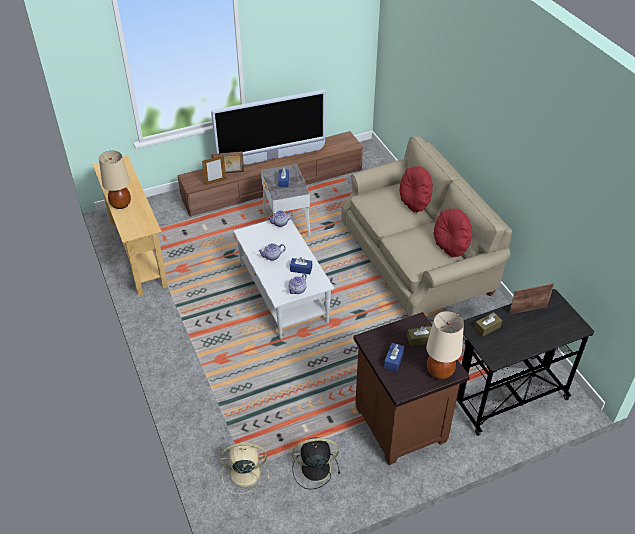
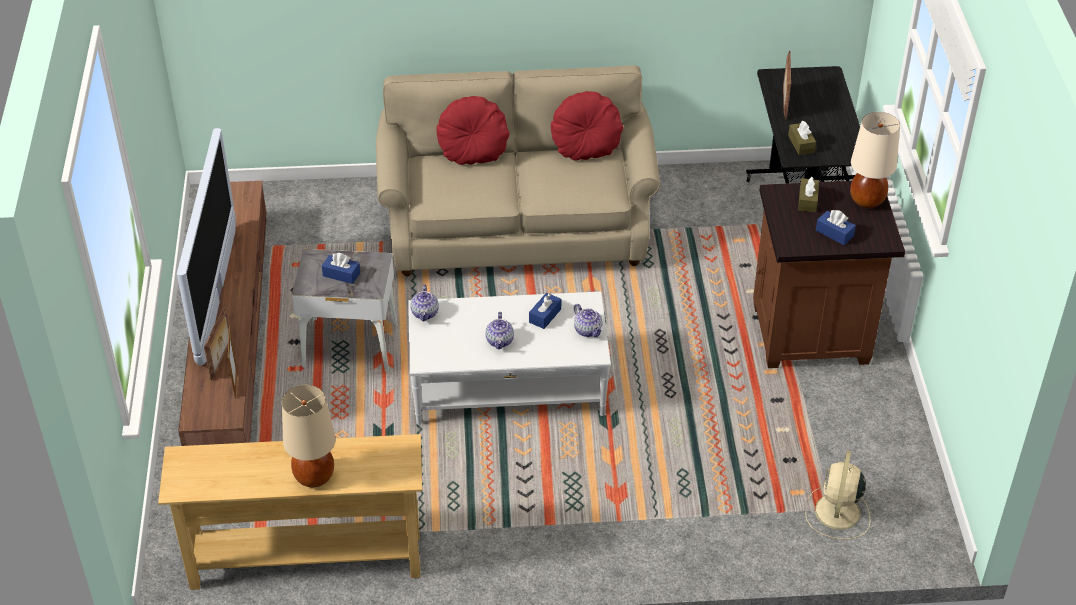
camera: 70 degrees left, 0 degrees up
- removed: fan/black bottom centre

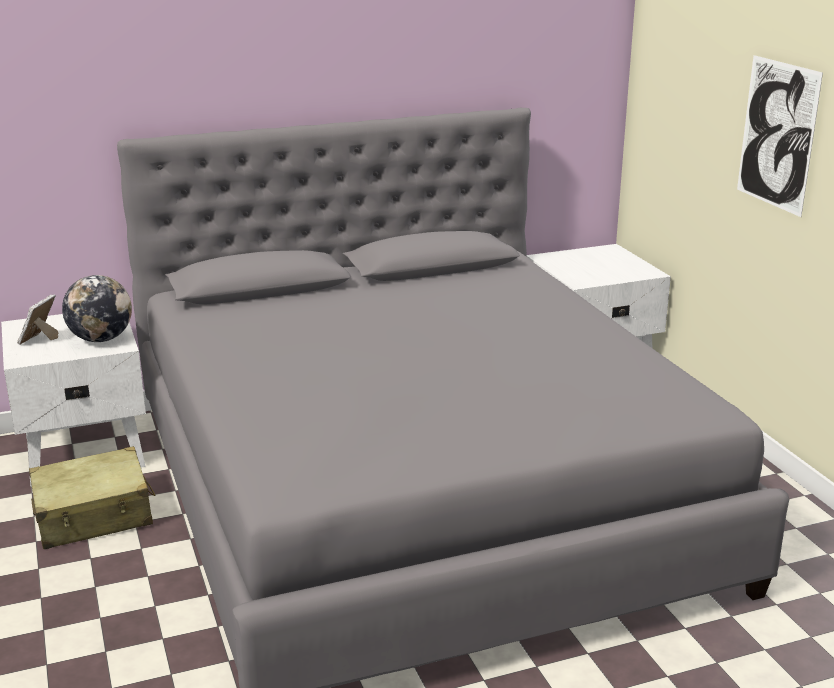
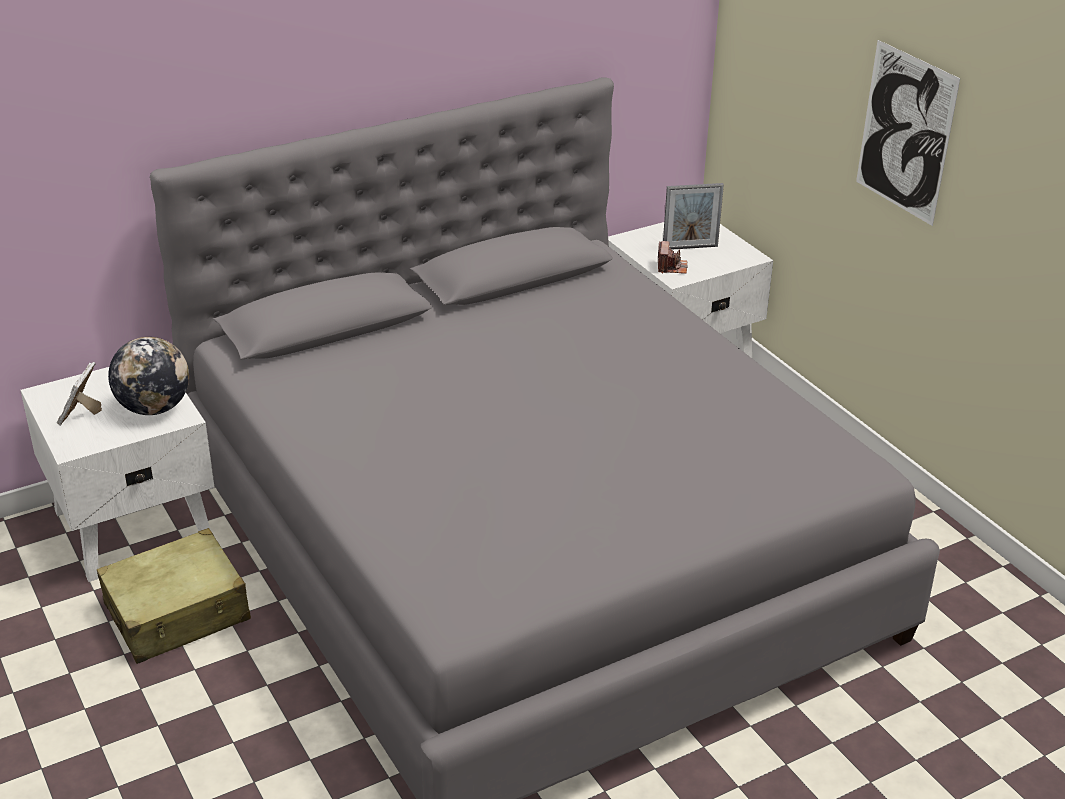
camera: 10 degrees left, 10 degrees up
- added: picture frame (2nd from left) top centre
- added: photo camera top centre

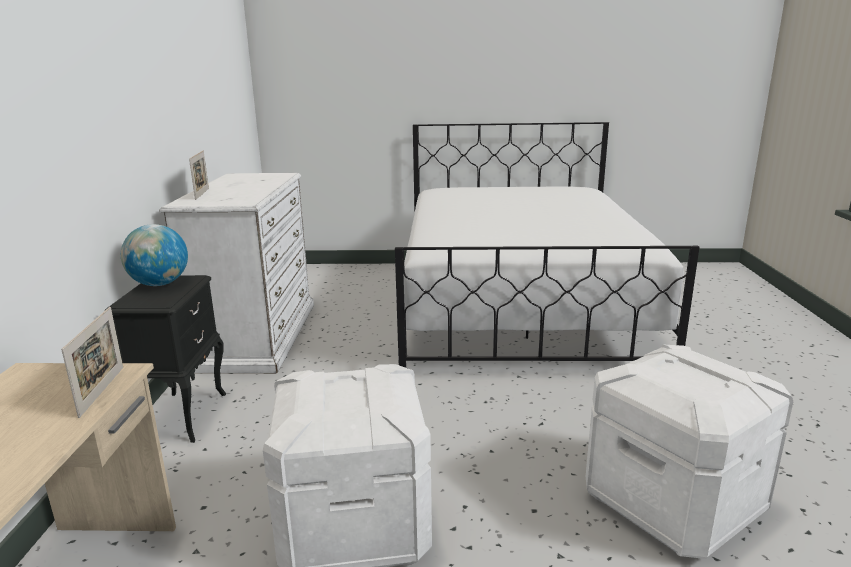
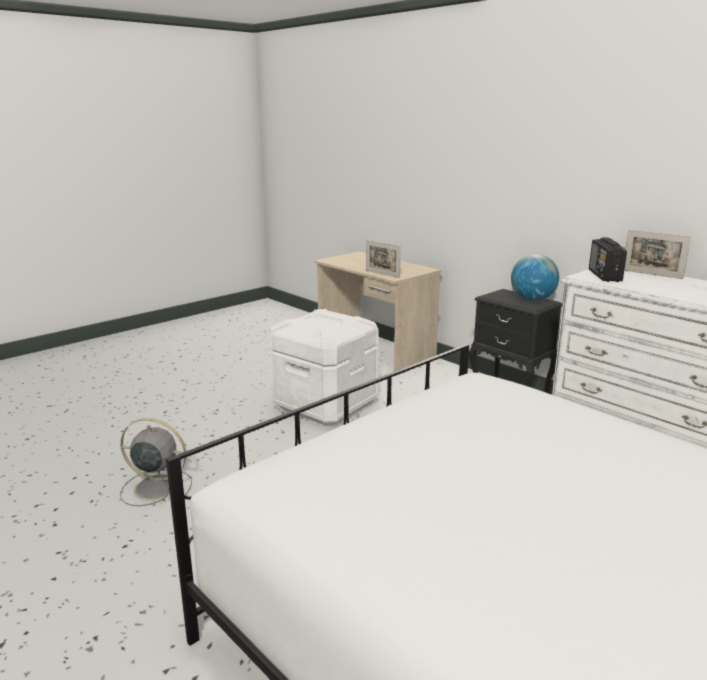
camera: 135 degrees right, 0 degrees up
- replaced: storage box/white (2nd from left) bottom right to fan/grey bottom left
- added: radio middle right

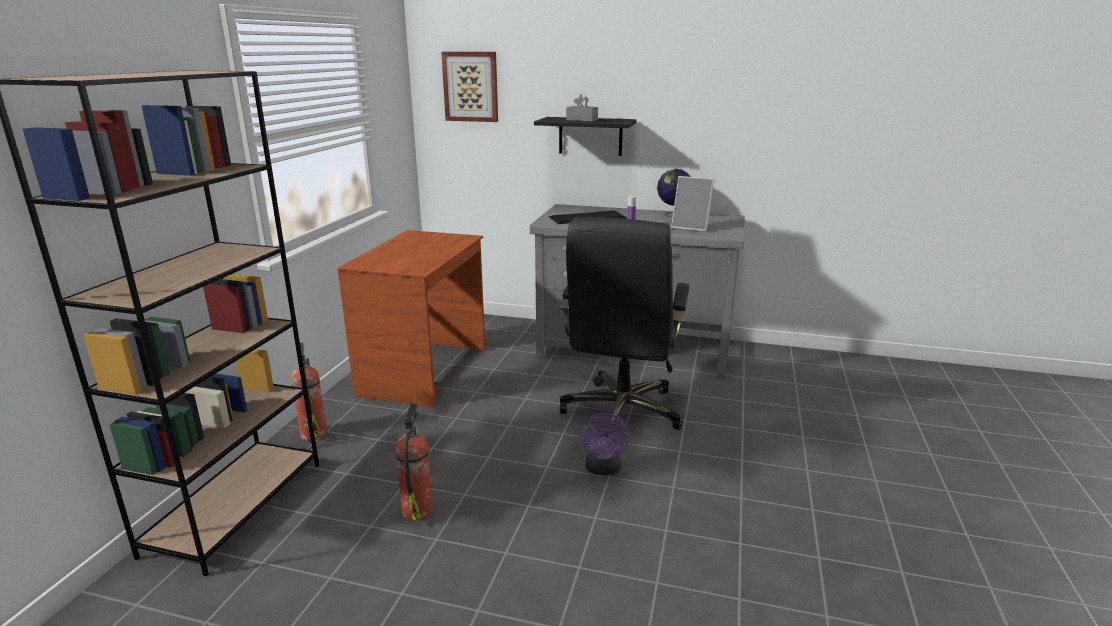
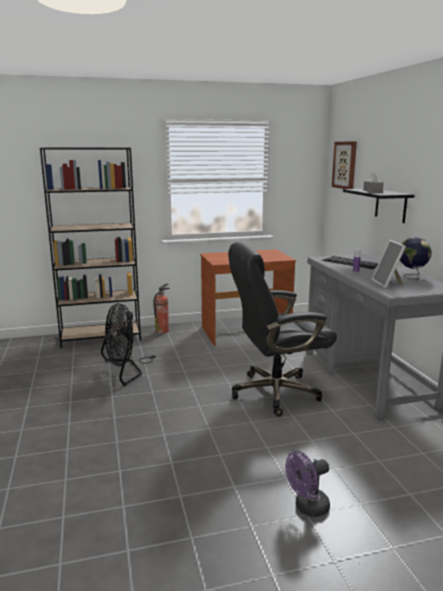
camera: 60 degrees right, 5 degrees down
- replaced: fire extinguisher (2nd from left) bottom centre to fan/black middle left
- moved: fan/purple bottom centre to bottom right

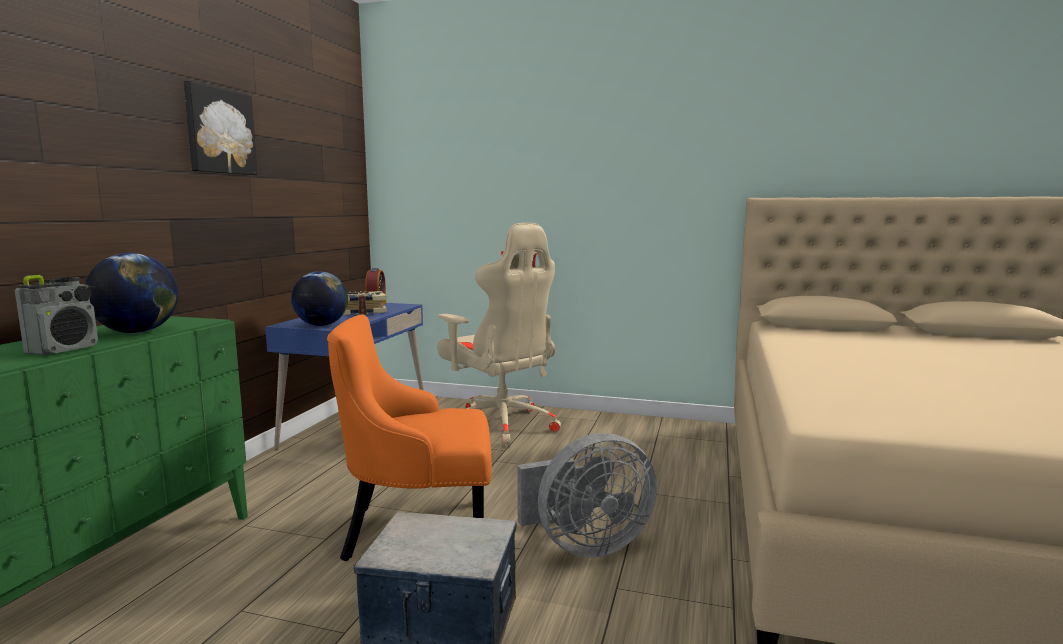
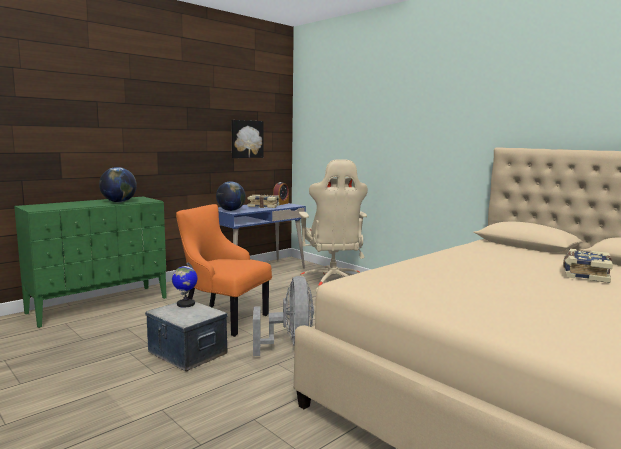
camera: 30 degrees right, 0 degrees up
- moved: picture top left to top centre
- removed: radio middle left
- turned: fan/grey bottom centre = bottom centre 105 degrees counterclockwise
- added: book (2nd from left) middle right
- added: globe (2nd from left) middle left

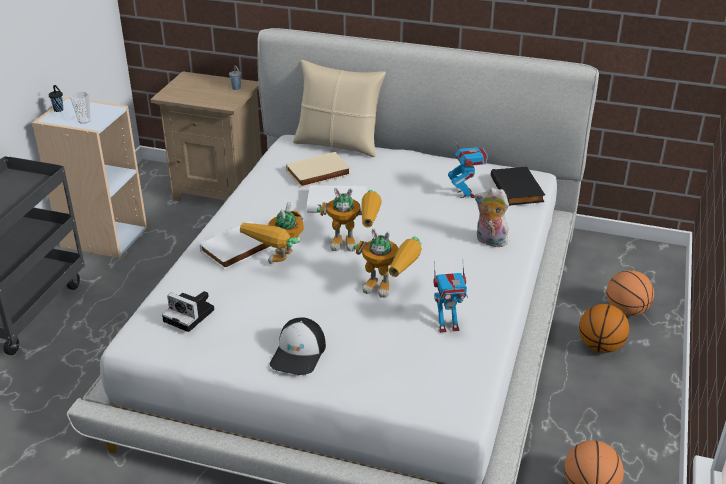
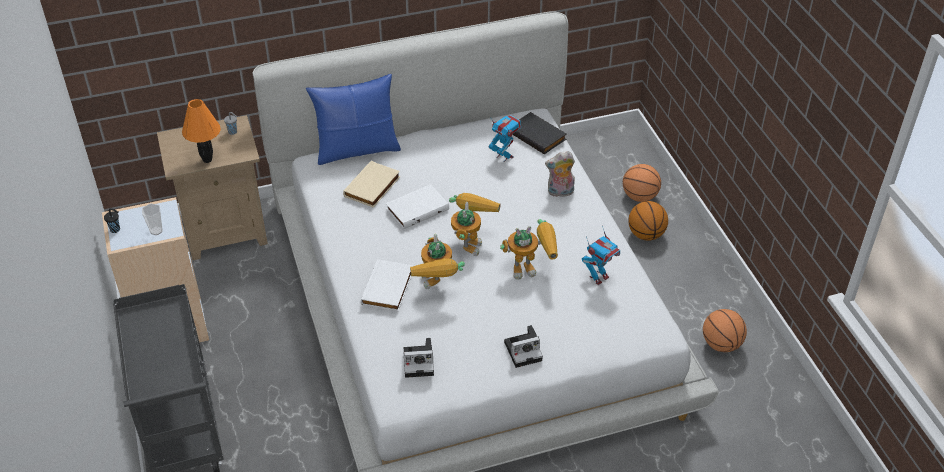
camera: 35 degrees left, 10 degrees up
- recoloured: pillow/beige top centre to pillow/blue top centre
- turned: toy robot (2nd from left) centre = centre 45 degrees counterclockwise
- replaced: cap bottom centre to photo camera (2nd from left) bottom centre
- added: table lamp/orange top left

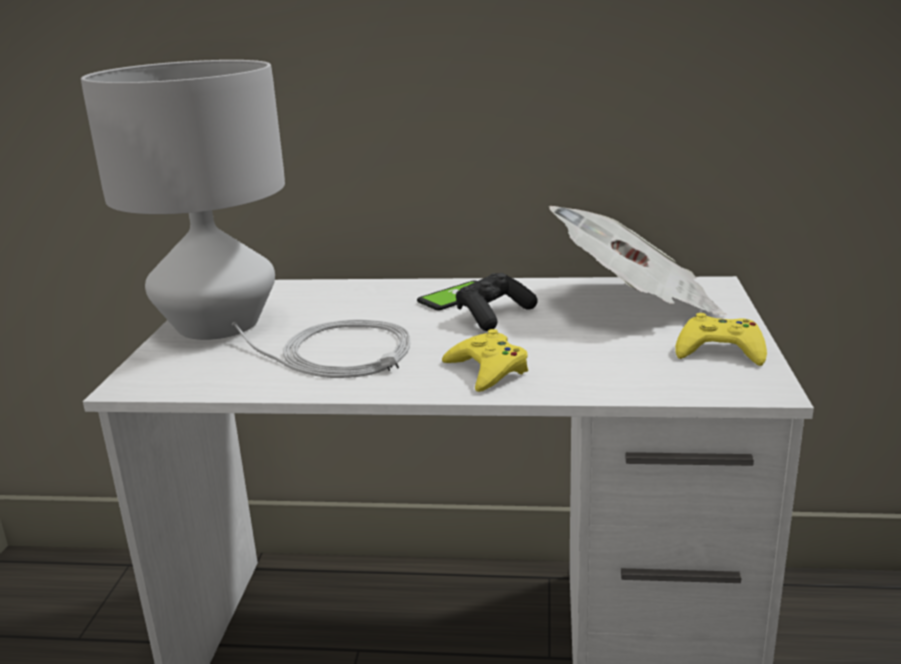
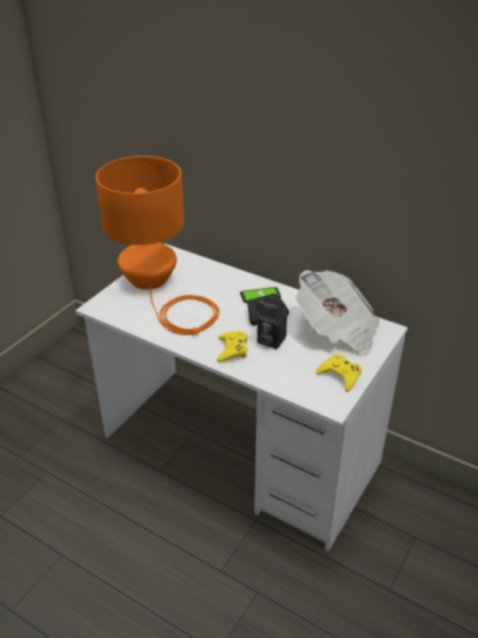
camera: 25 degrees right, 15 degrees up
- recoloured: table lamp/white top left to table lamp/orange middle left
- added: photo camera centre

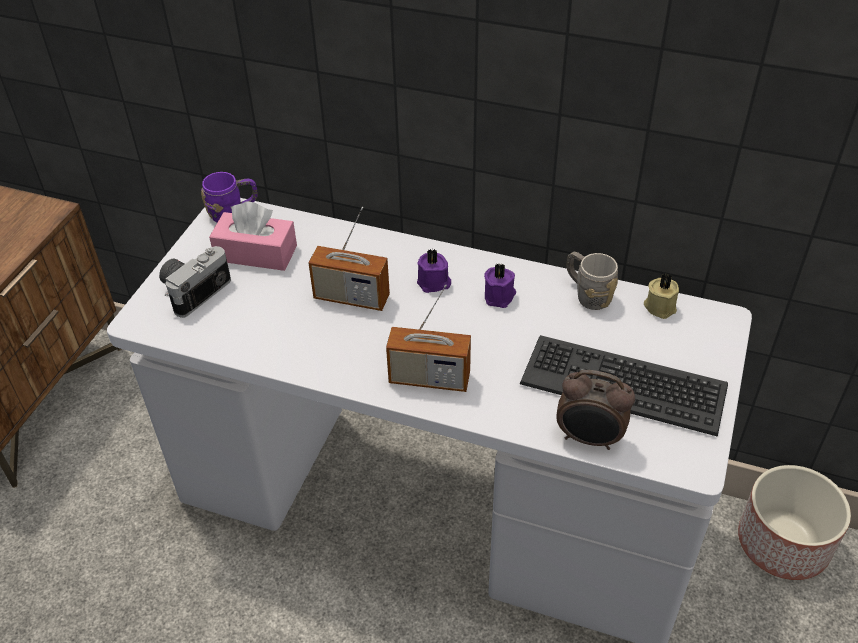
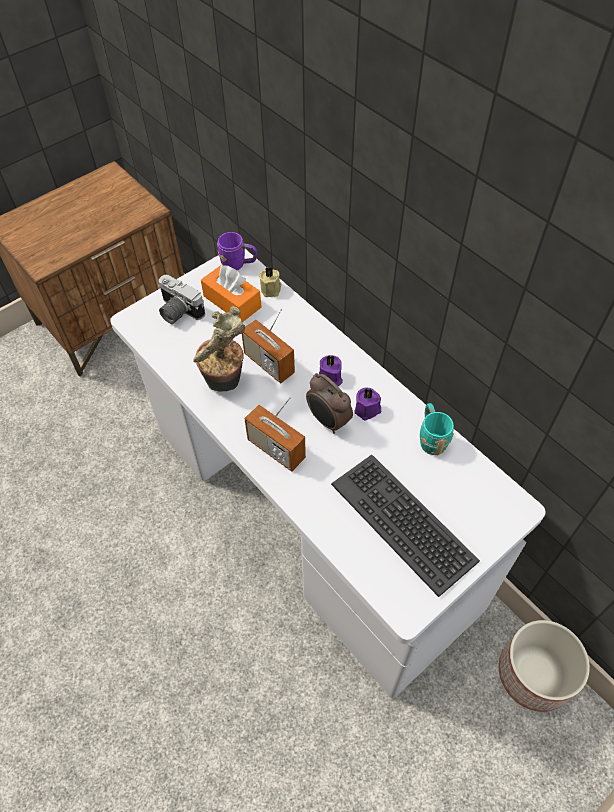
camera: 30 degrees right, 10 degrees up
- recoloured: tissue box/pink middle left to tissue box/orange centre
- turned: photo camera middle left = middle left 120 degrees counterclockwise
- recoloured: mug/grey middle right to mug/turquoise middle right
- moved: candle/beige middle right to centre
- moved: alarm clock middle right to centre
- added: potted plant centre

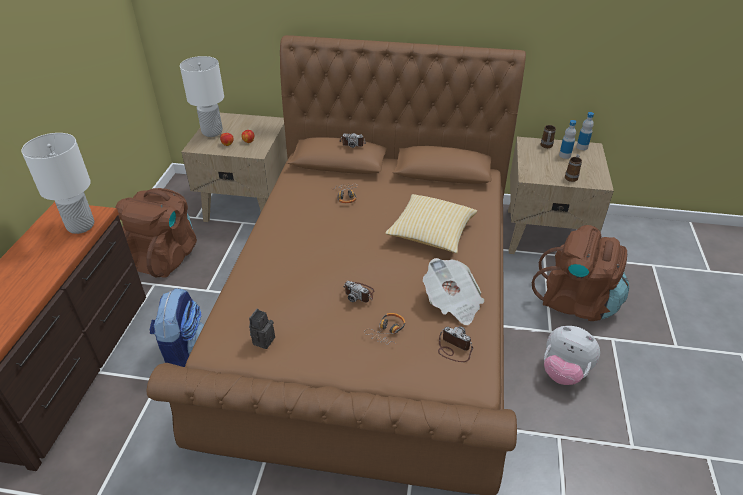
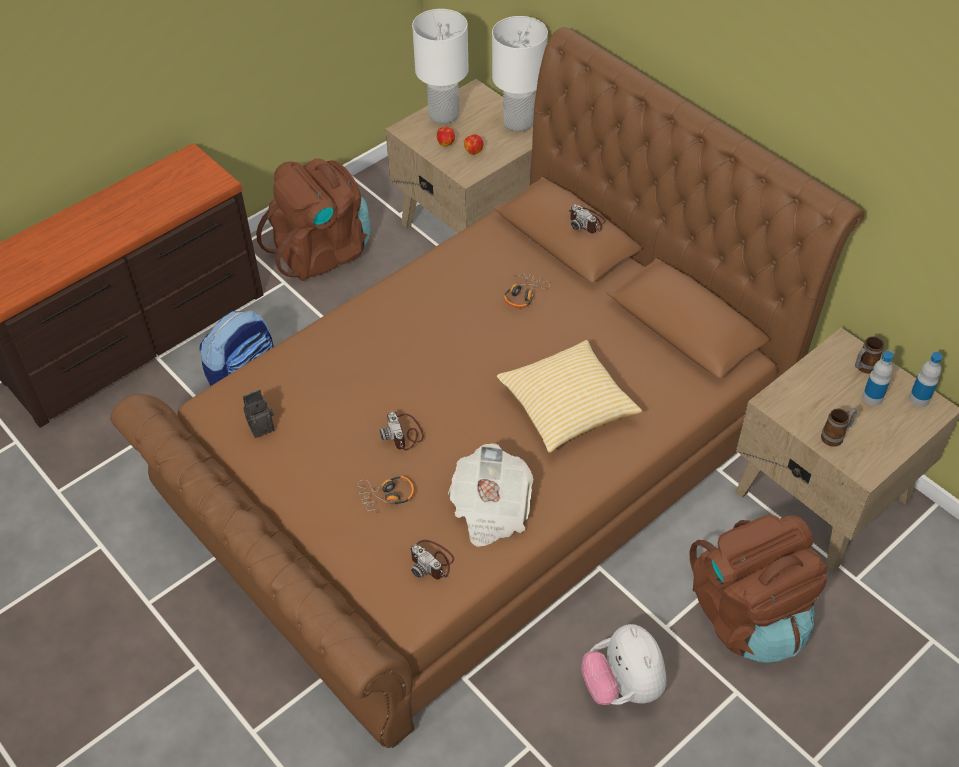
camera: 40 degrees right, 10 degrees up
- moved: table lamp/white (1st from left in the first image) middle left to table lamp/white (2nd from left) top centre
- turned: photo camera (4th from left in the first image) bottom centre = bottom centre 150 degrees clockwise

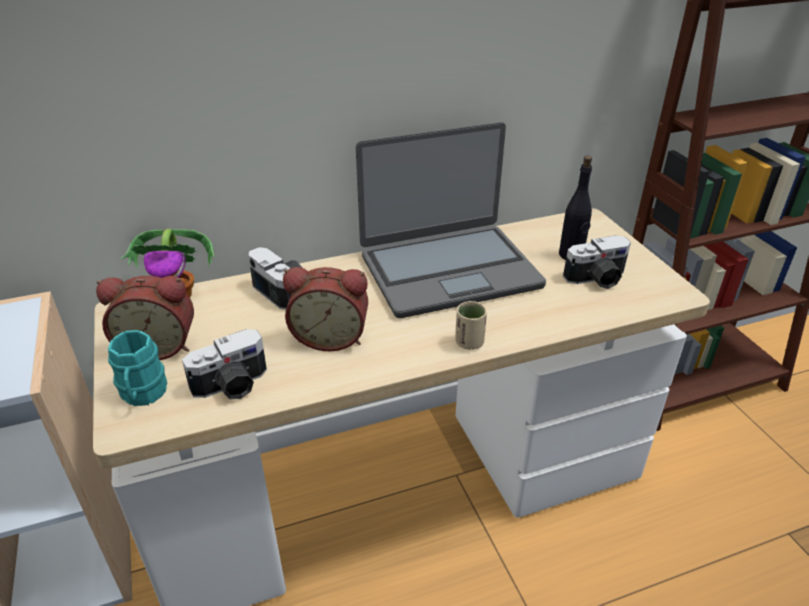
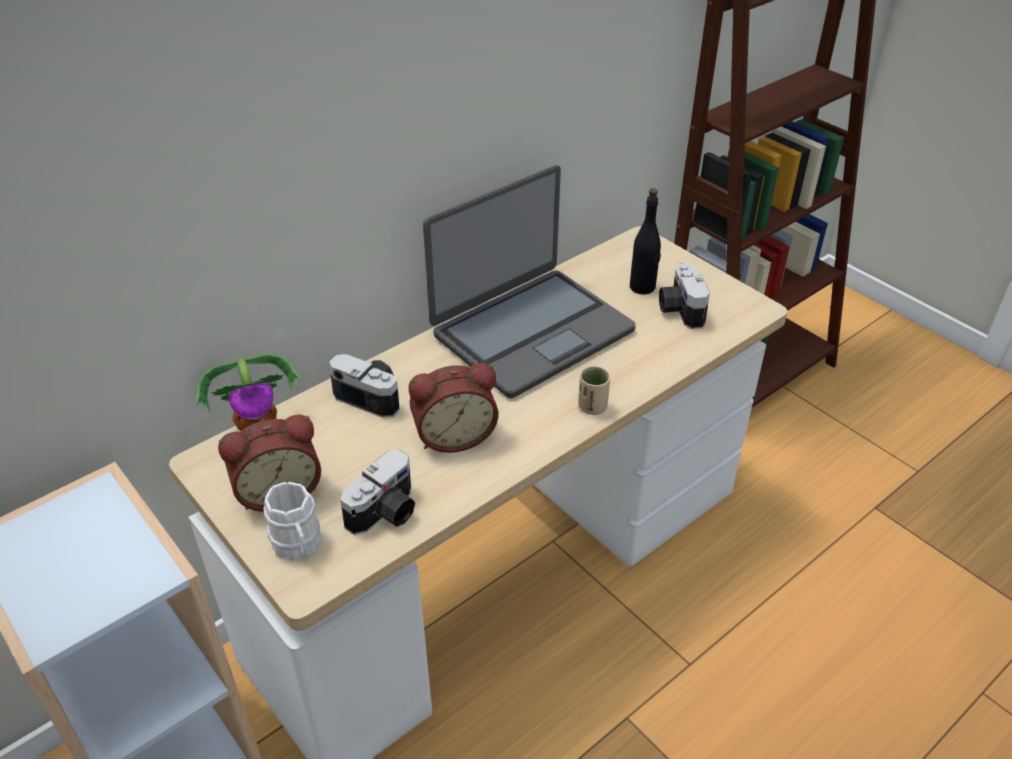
camera: 20 degrees left, 5 degrees up
- turned: photo camera (3rd from left) middle right = middle right 120 degrees clockwise
- recoloured: mug/turquoise middle left to mug/white bottom left

